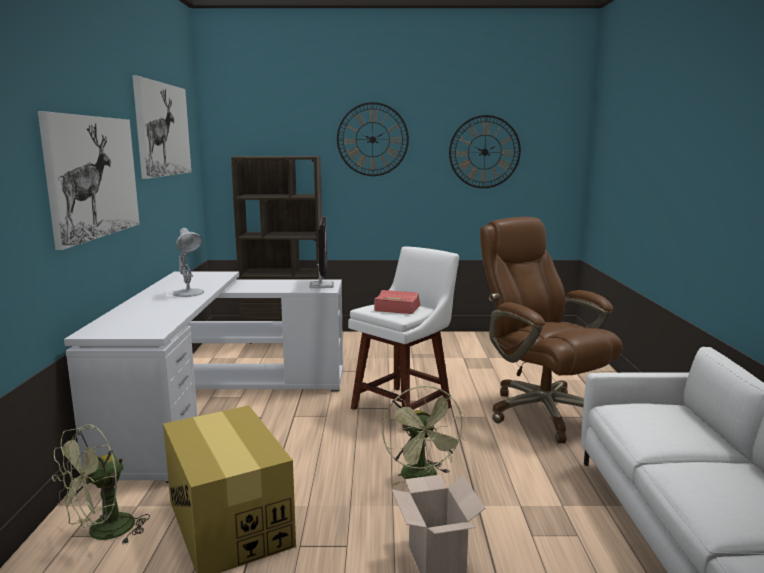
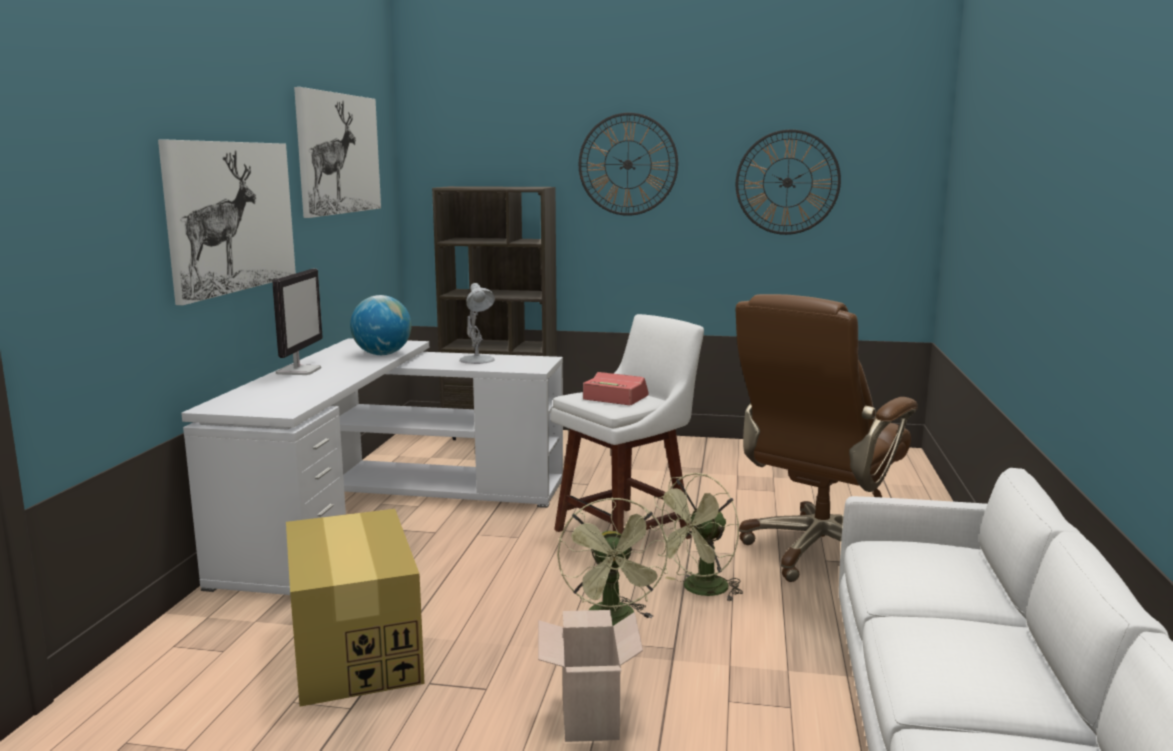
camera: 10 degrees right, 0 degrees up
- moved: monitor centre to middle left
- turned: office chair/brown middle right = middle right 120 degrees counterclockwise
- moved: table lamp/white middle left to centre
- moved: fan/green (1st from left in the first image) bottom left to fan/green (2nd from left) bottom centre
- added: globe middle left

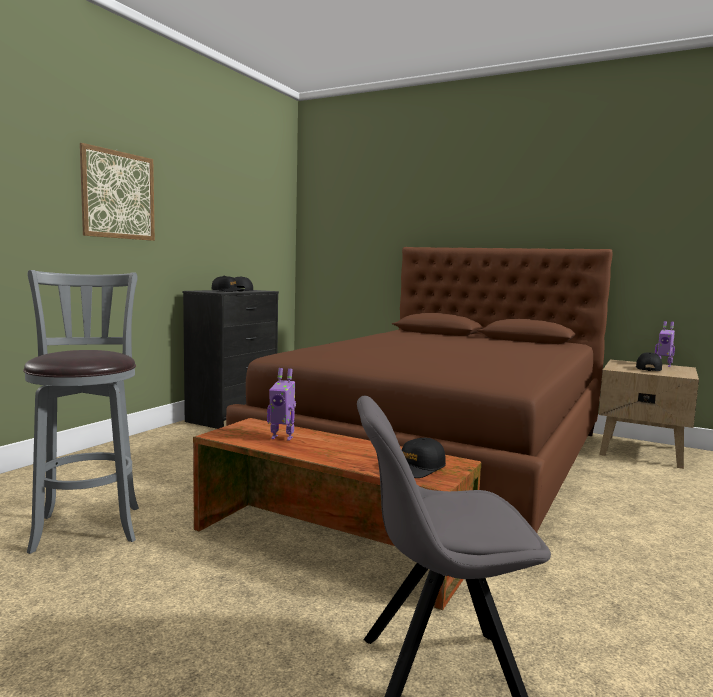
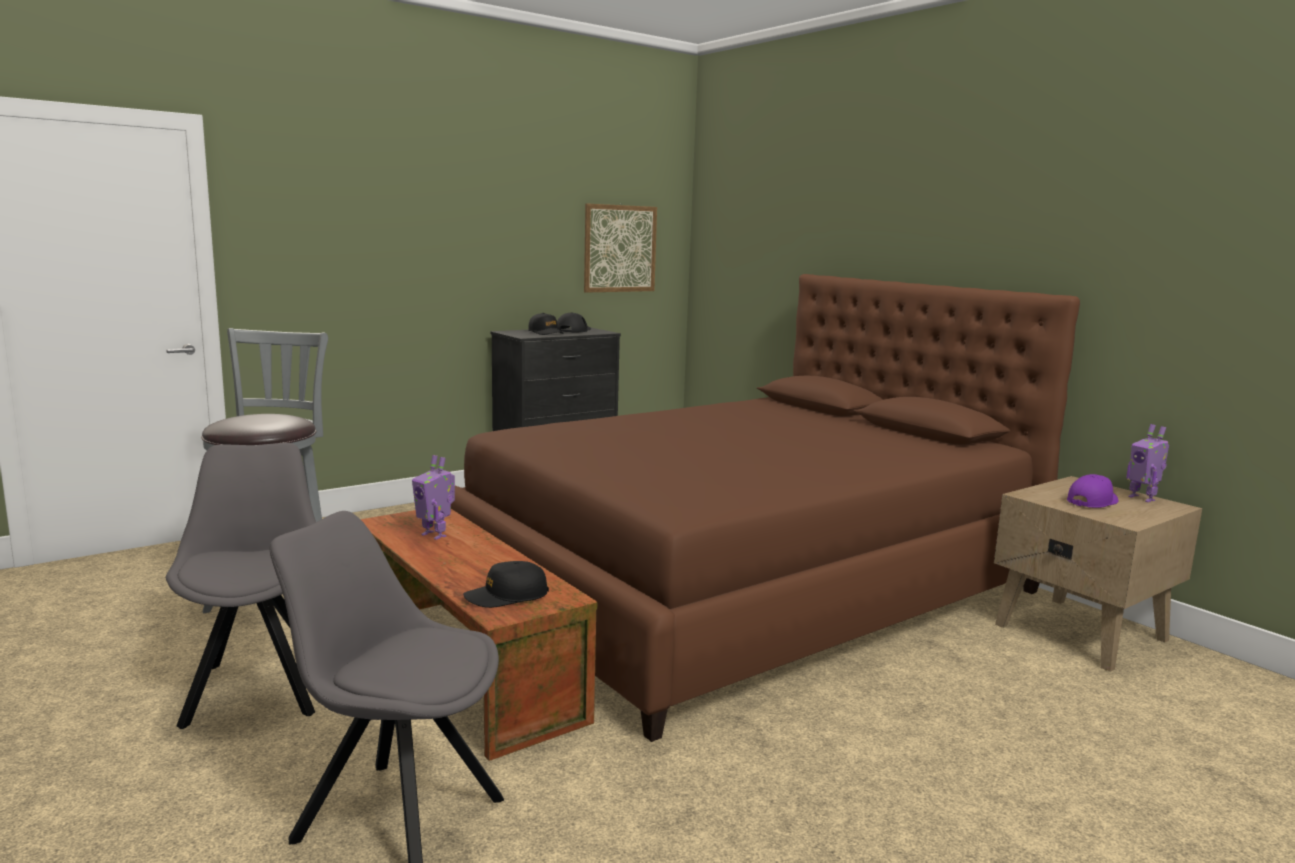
camera: 25 degrees right, 5 degrees up
- moved: picture top left to top centre
- recoloured: cap/black (4th from left) middle right to cap/purple middle right
- added: chair/grey (1st from left) bottom left

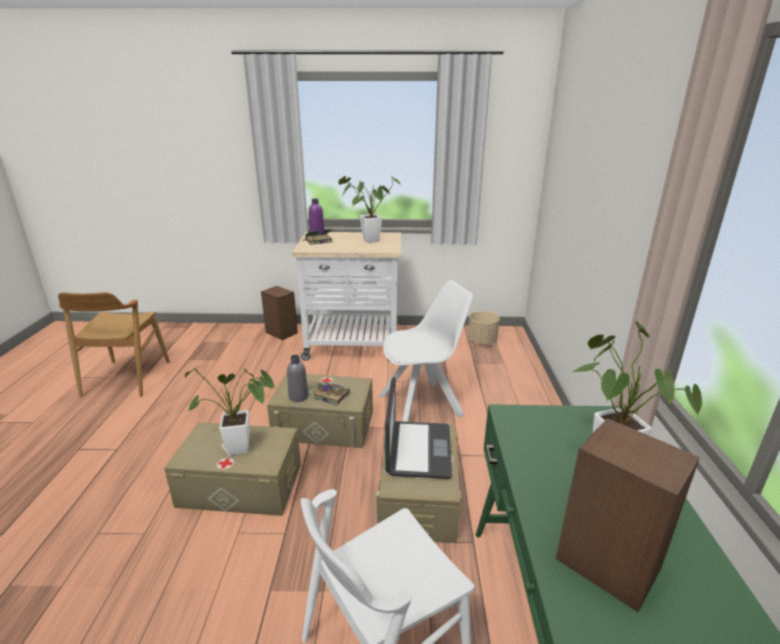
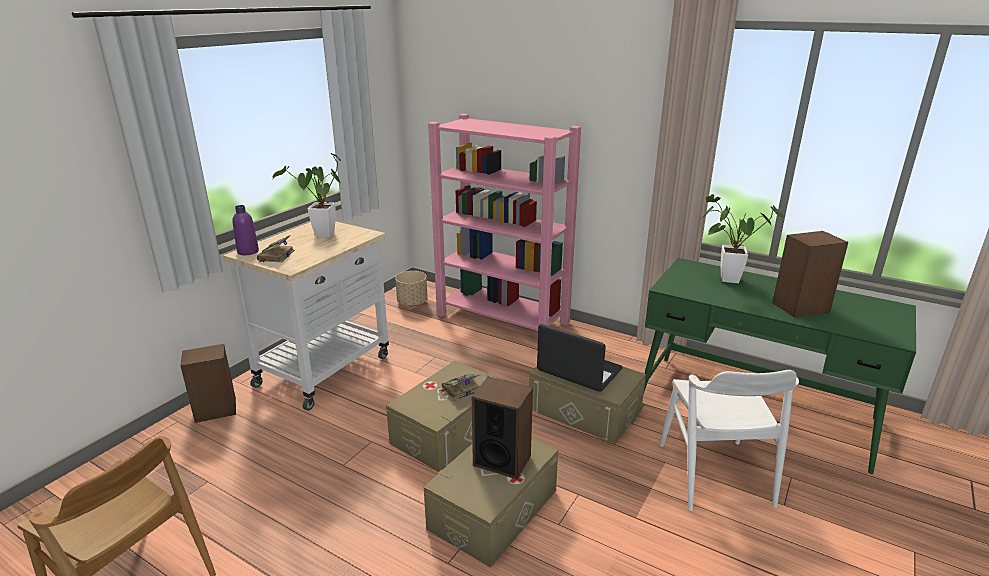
camera: 60 degrees left, 0 degrees up
- removed: chair/white (2nd from left) centre
- removed: bottle/grey centre
- replaced: potted plant (1st from left) middle left to speaker (2nd from left) bottom centre
- added: bookcase/pink centre

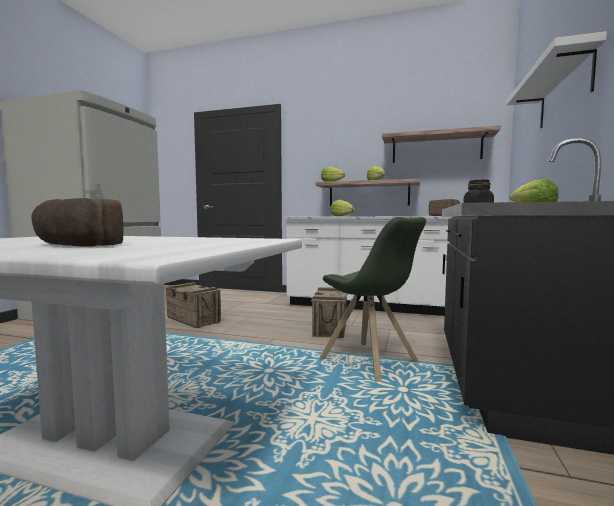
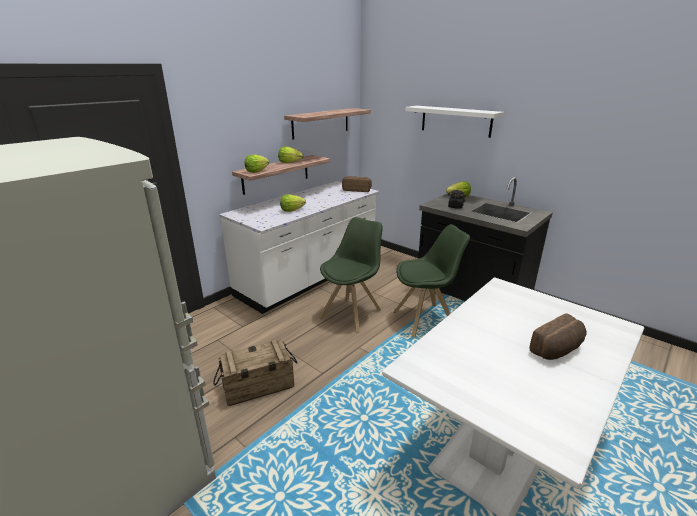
camera: 65 degrees left, 20 degrees up
- replaced: crate (2nd from left) centre to chair/green (1st from left) centre

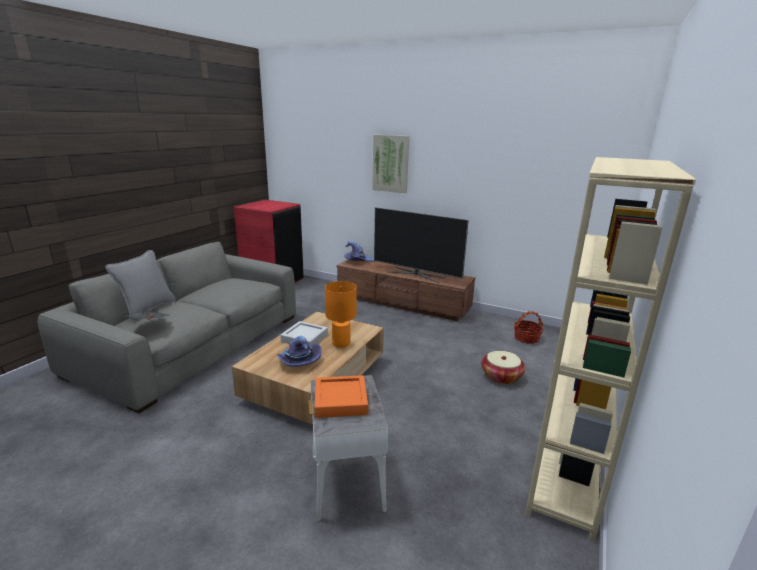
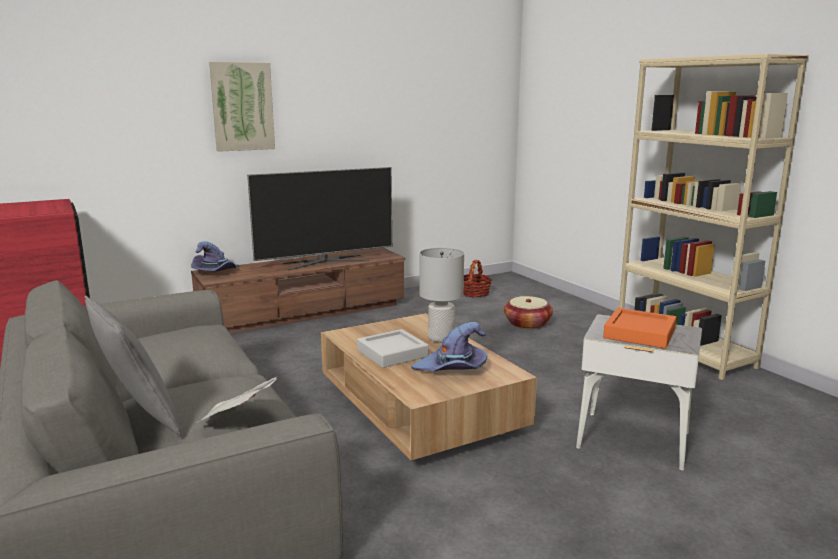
camera: 55 degrees left, 5 degrees down
- recoloured: table lamp/orange centre to table lamp/grey centre

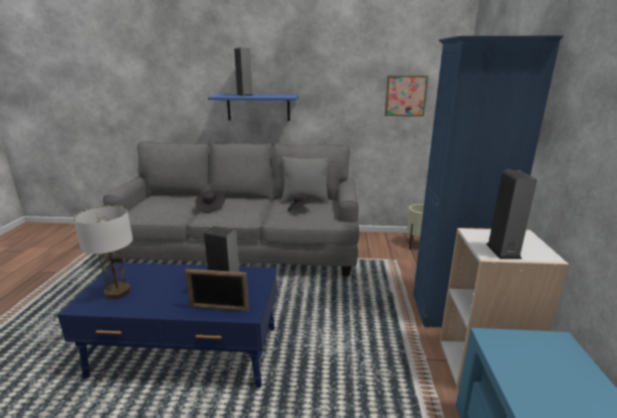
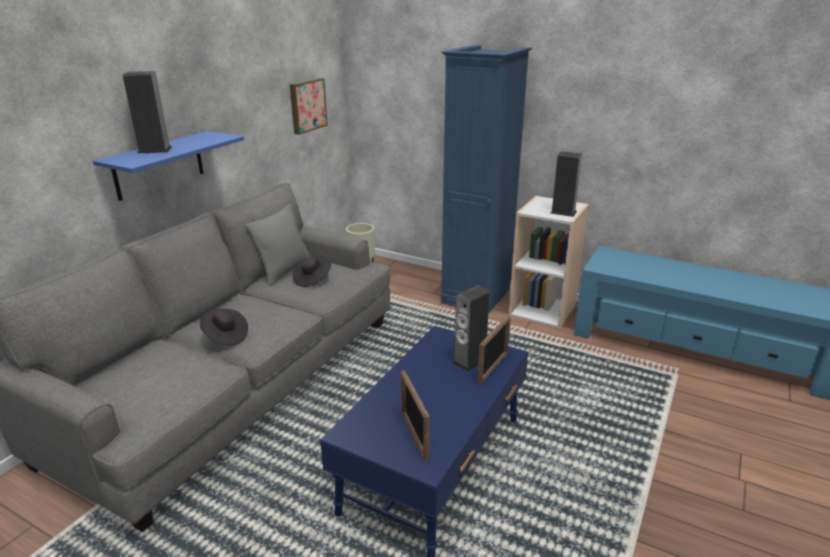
camera: 65 degrees left, 5 degrees up
- replaced: table lamp middle left to picture frame (1st from left) bottom centre

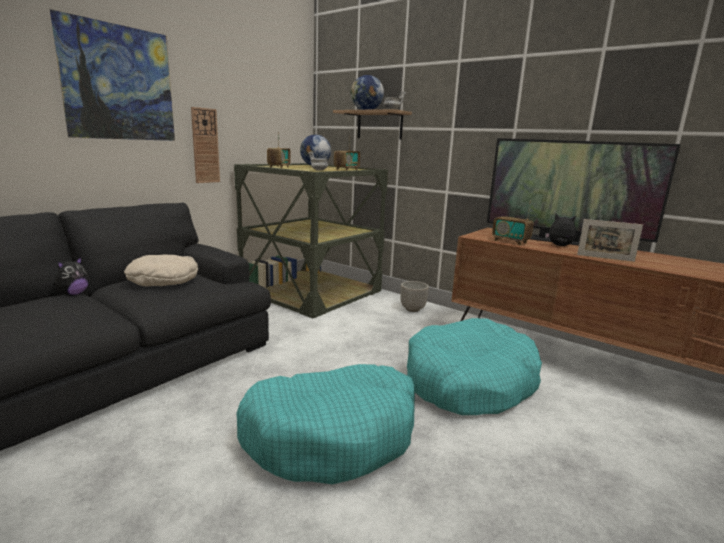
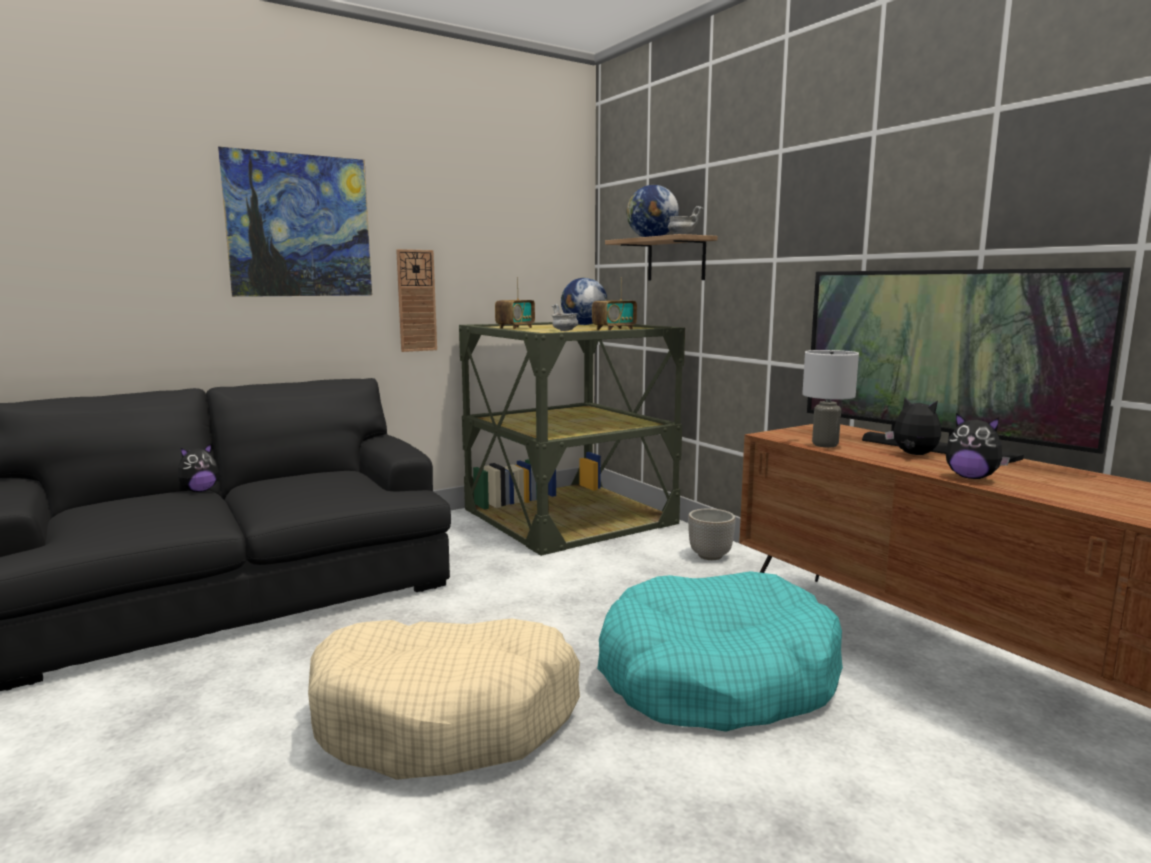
camera: 20 degrees right, 5 degrees down
- replaced: radio (3rd from left) middle right to table lamp/white middle right
- replaced: picture frame middle right to plush toy (3rd from left) middle right
- removed: pillow/beige middle left
- recoloured: dog bed/turquoise (1st from left) bottom centre to dog bed/beige bottom centre

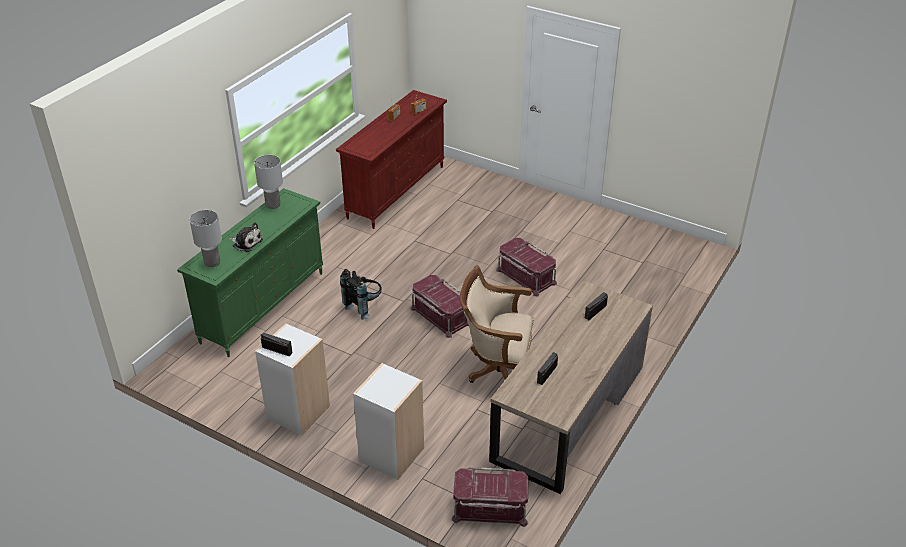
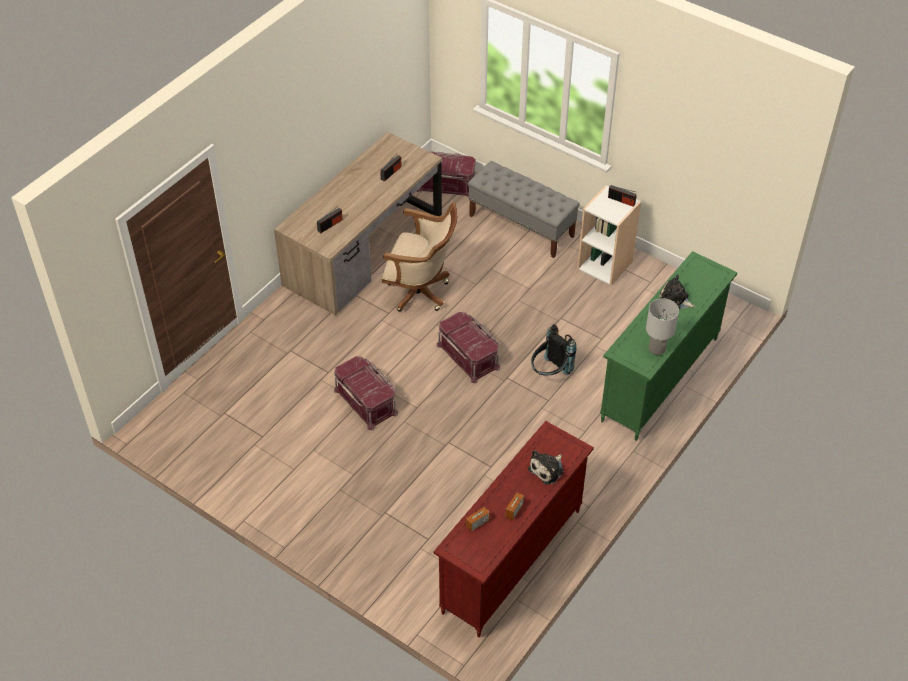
camera: 175 degrees left, 10 degrees up
- removed: table lamp/grey (1st from left) middle left
- replaced: bookcase (2nd from left) bottom centre to bench/grey top centre
- added: plush toy (1st from left) bottom centre

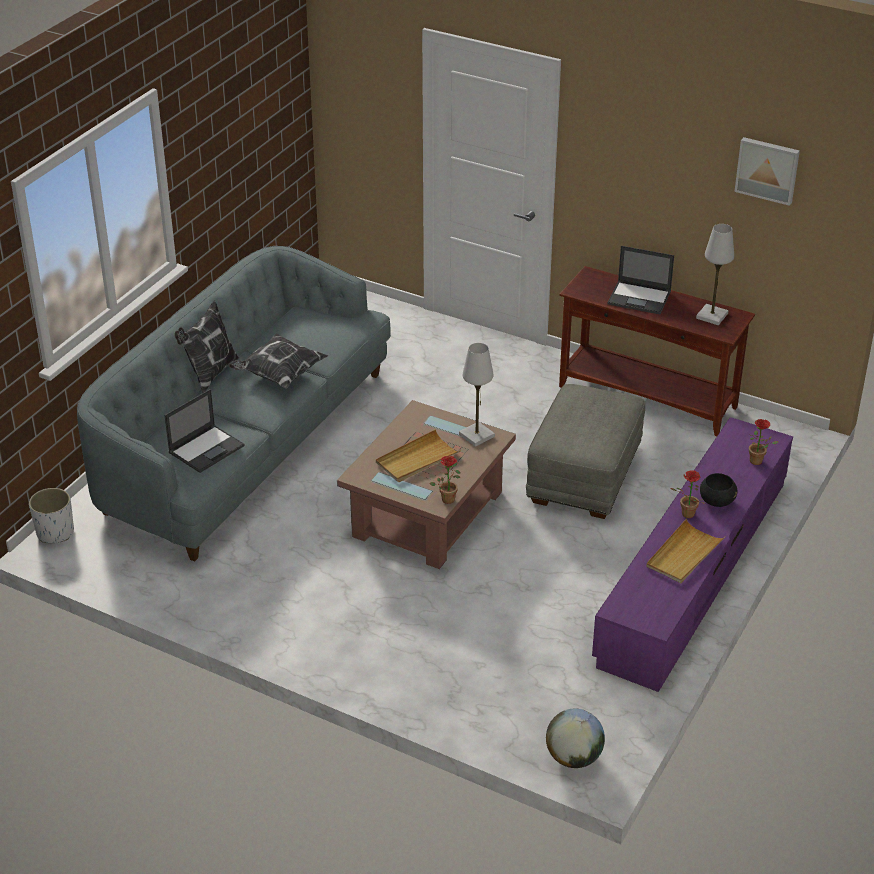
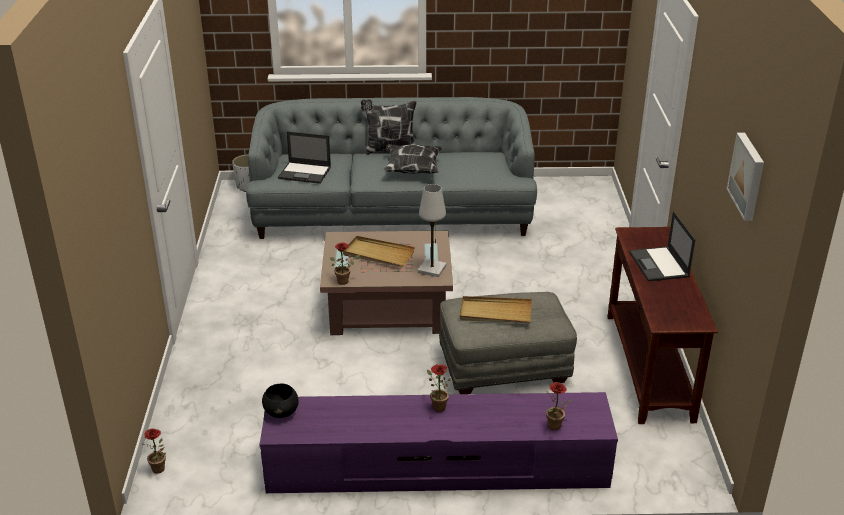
camera: 60 degrees right, 5 degrees down
- removed: table lamp/white (2nd from left) top right
- moved: bowl/black middle right to bottom left
- moved: tray/beige (2nd from left) middle right to centre
- replaced: globe bottom centre to potted plant (1st from left) bottom left

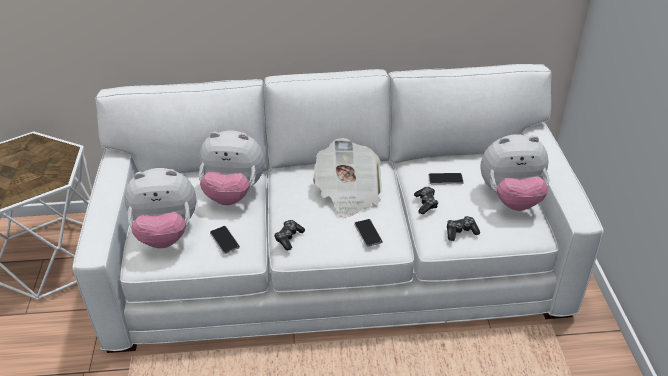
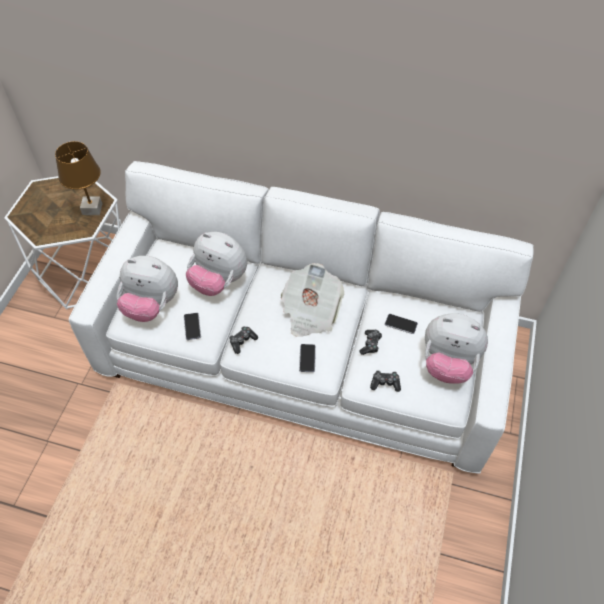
camera: 20 degrees right, 15 degrees up
- added: table lamp/brown top left

